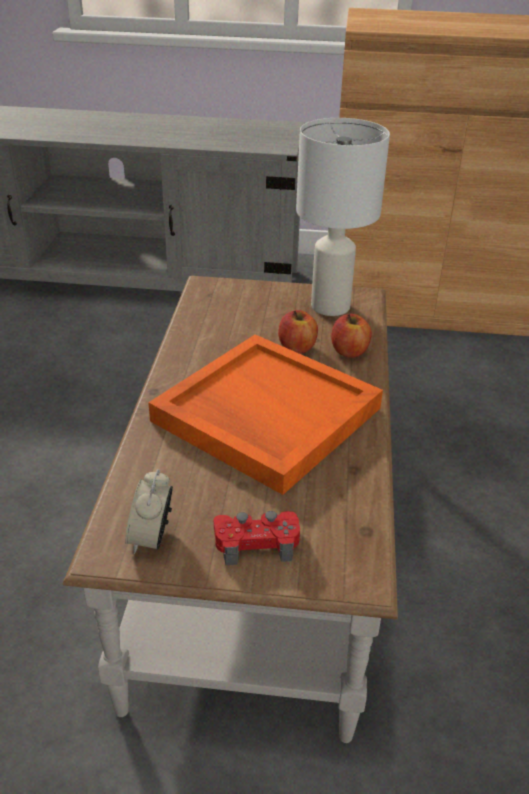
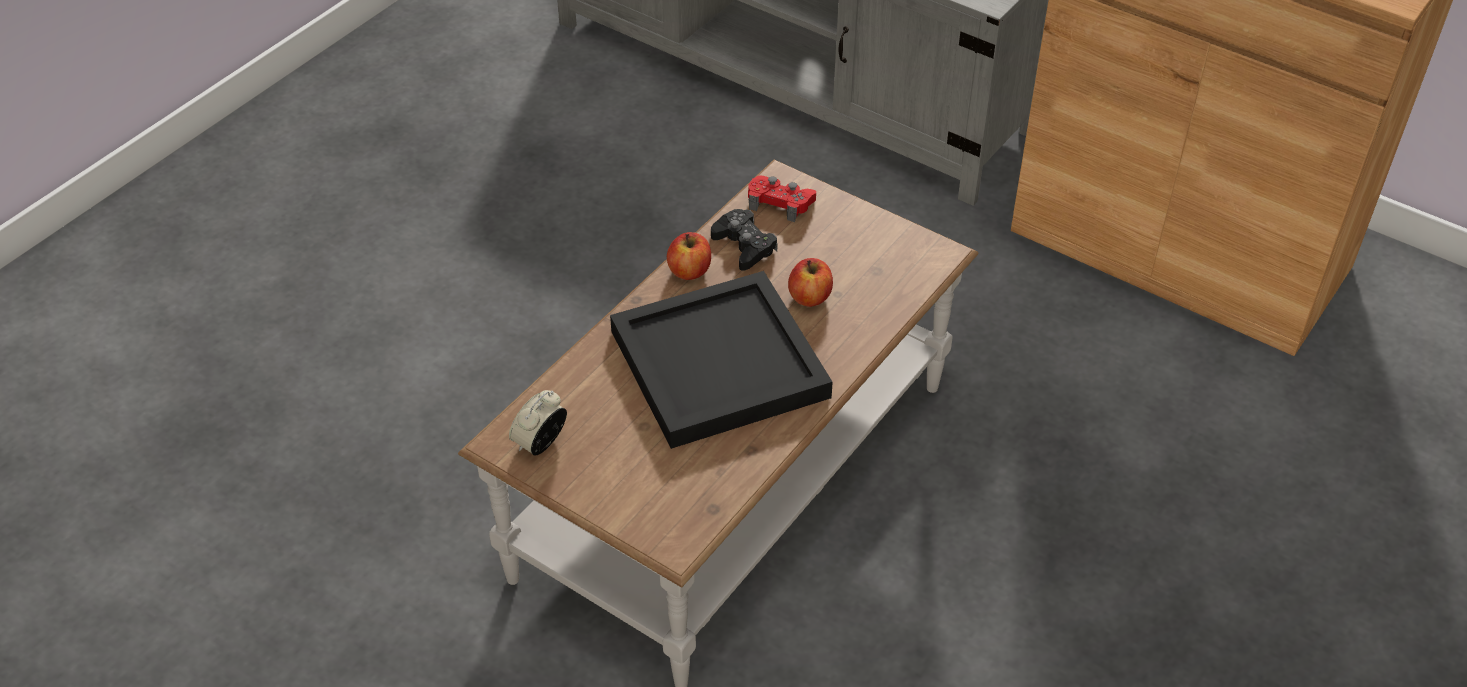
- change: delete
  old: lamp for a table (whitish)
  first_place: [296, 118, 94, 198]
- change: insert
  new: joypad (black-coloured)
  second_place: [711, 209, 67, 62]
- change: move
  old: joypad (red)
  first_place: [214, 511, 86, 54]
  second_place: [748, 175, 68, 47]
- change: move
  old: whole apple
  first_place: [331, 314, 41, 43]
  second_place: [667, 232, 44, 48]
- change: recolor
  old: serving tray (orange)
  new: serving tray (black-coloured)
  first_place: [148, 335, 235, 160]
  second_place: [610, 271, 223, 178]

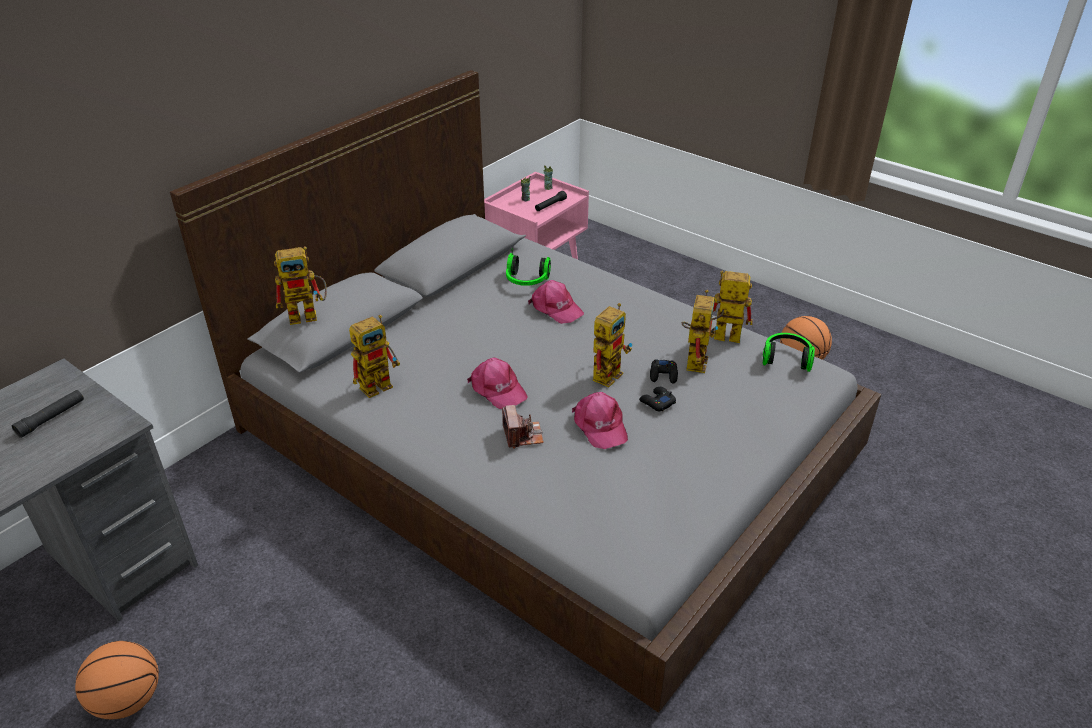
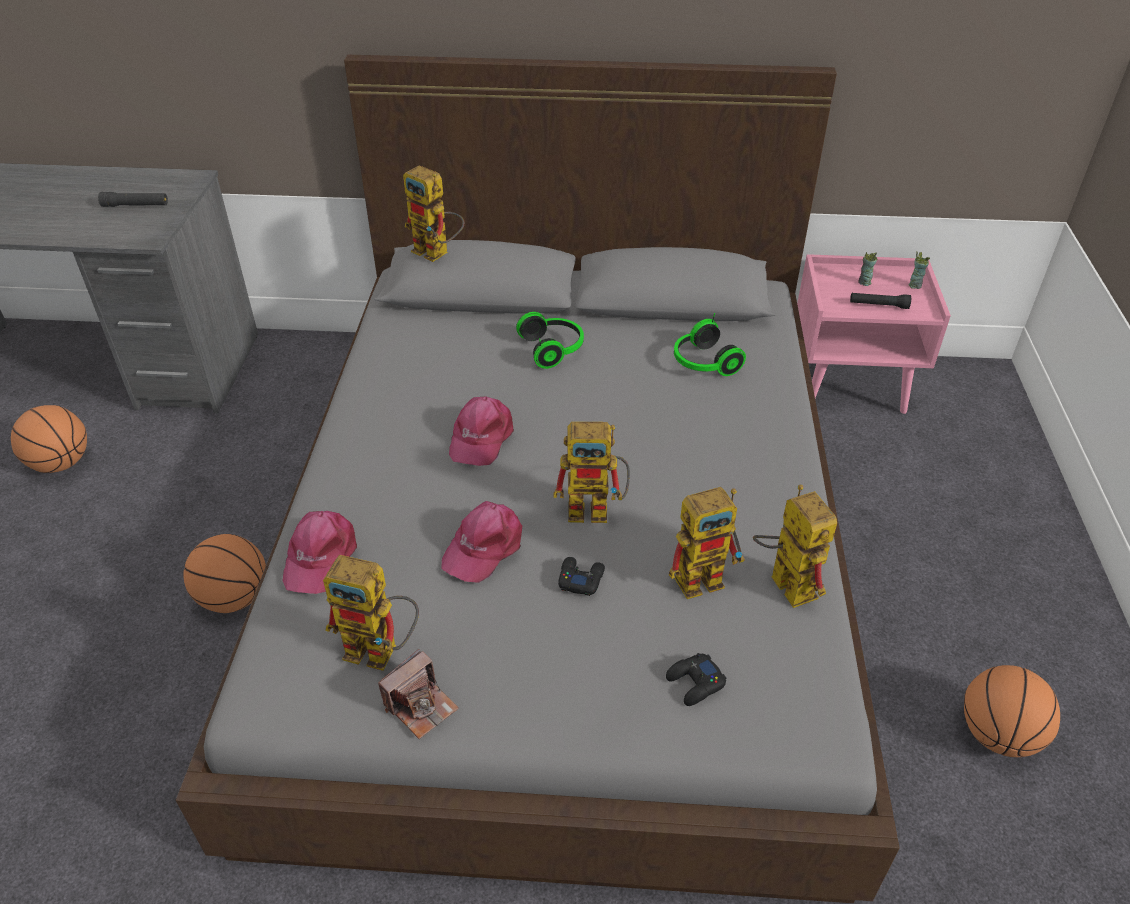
- change: insert
  new: basketball
  second_place: [183, 534, 83, 79]
- change: move
  old: toy robot
  first_place: [349, 315, 51, 83]
  second_place: [323, 555, 96, 116]
- change: move
  old: photo camera
  first_place: [502, 405, 42, 44]
  second_place: [378, 649, 81, 90]
- change: move
  old: baseball cap (pink)
  first_place: [528, 280, 56, 44]
  second_place: [283, 511, 74, 83]
- change: move
  old: joypad (black-coloured)
  first_place: [650, 359, 28, 25]
  second_place: [666, 653, 61, 53]
- change: move
  old: headphones
  first_place: [763, 333, 52, 39]
  second_place: [516, 312, 68, 57]

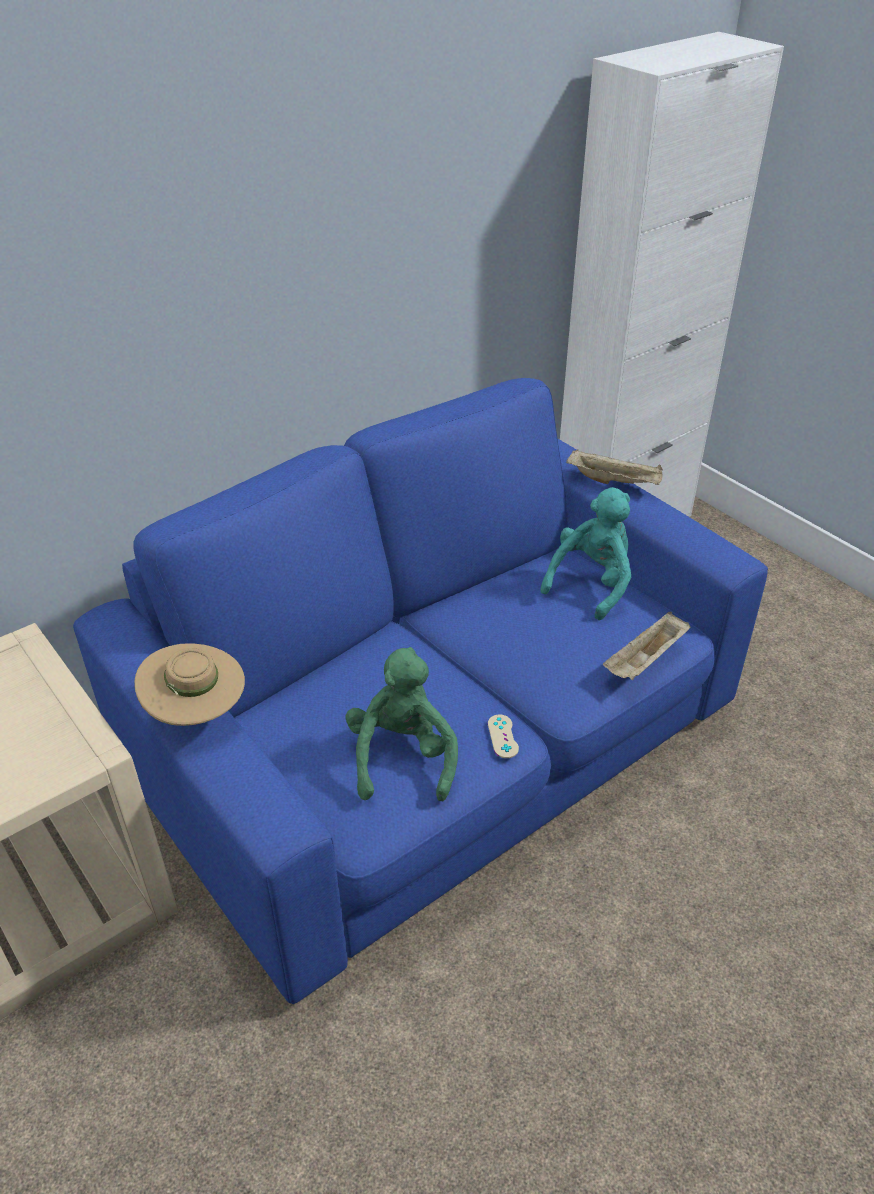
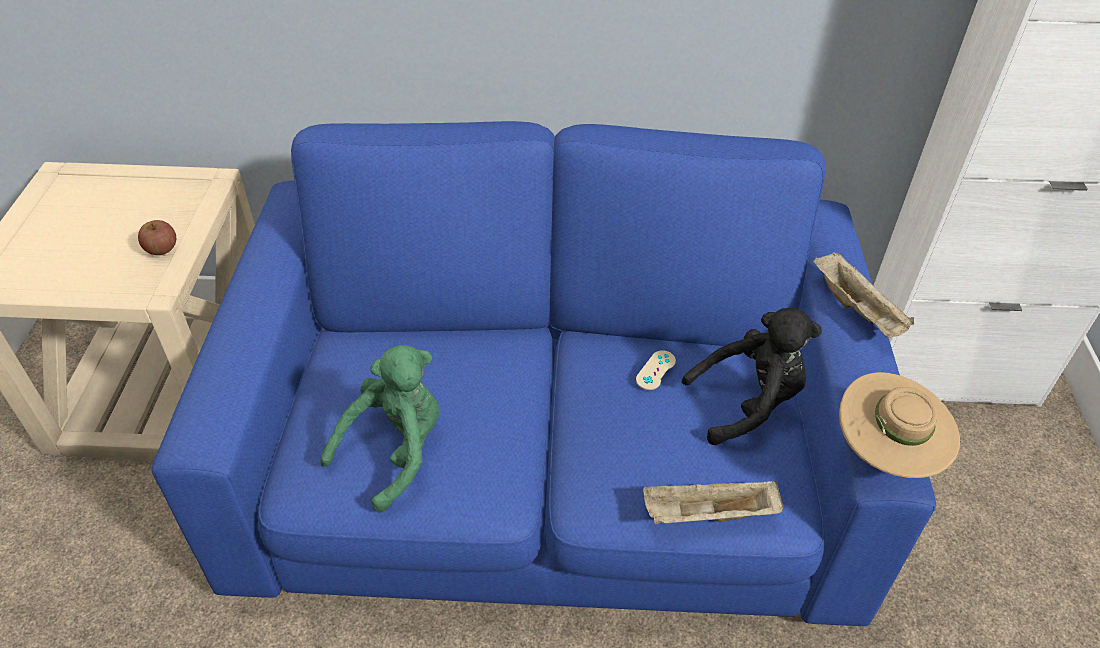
- change: insert
  new: whole apple
  second_place: [138, 220, 38, 35]
- change: move
  old: clothing hat (beige)
  first_place: [134, 644, 111, 82]
  second_place: [839, 372, 121, 106]
- change: move
  old: joypad (beige)
  first_place: [488, 715, 31, 43]
  second_place: [636, 350, 40, 40]
- change: recolor
  old: plush toy (blue-green)
  new: plush toy (black-coloured)
  first_place: [540, 487, 91, 133]
  second_place: [682, 308, 140, 137]

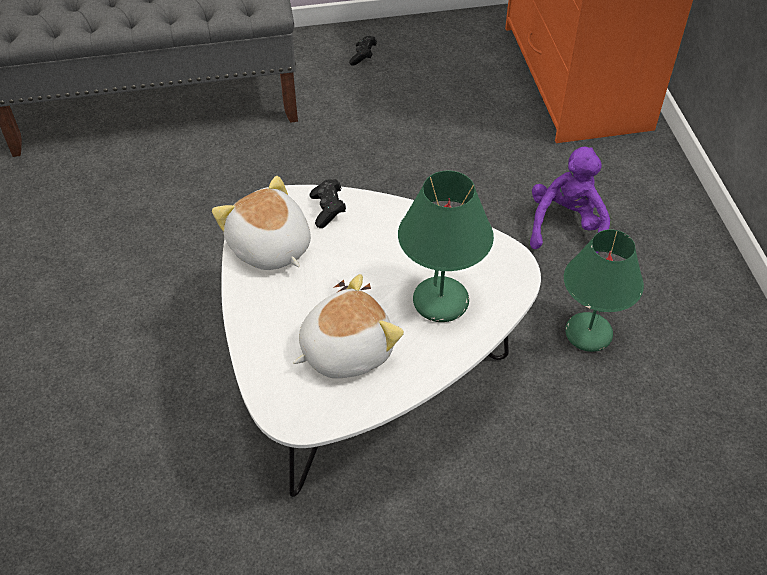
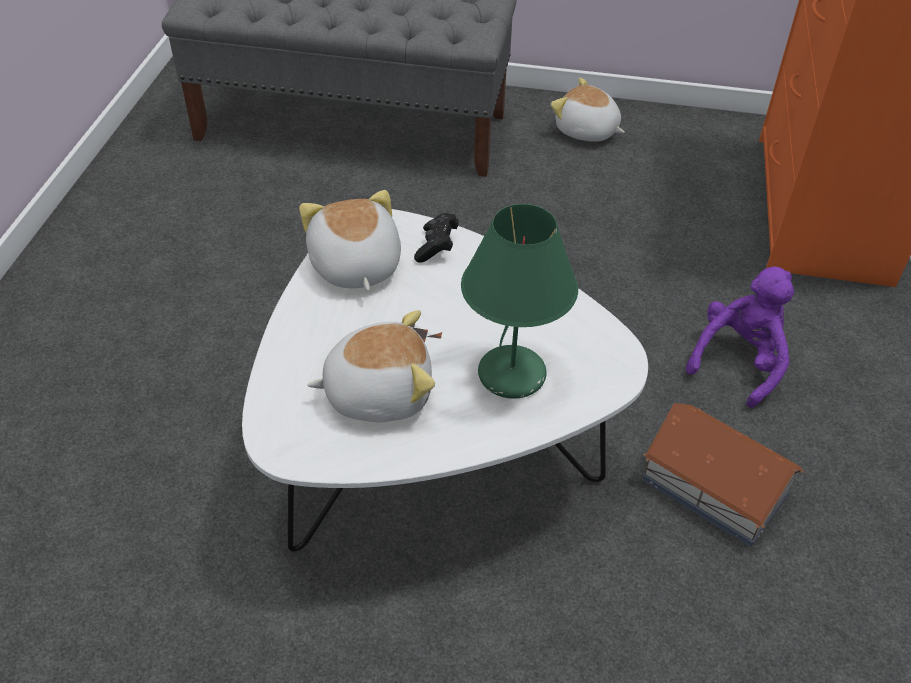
- change: replace
  old: joypad (black-coloured)
  new: plush toy
  first_place: [349, 36, 28, 30]
  second_place: [551, 78, 74, 64]
- change: replace
  old: lamp for a table (green-coloured)
  new: model house
  first_place: [564, 229, 80, 123]
  second_place: [642, 403, 162, 144]

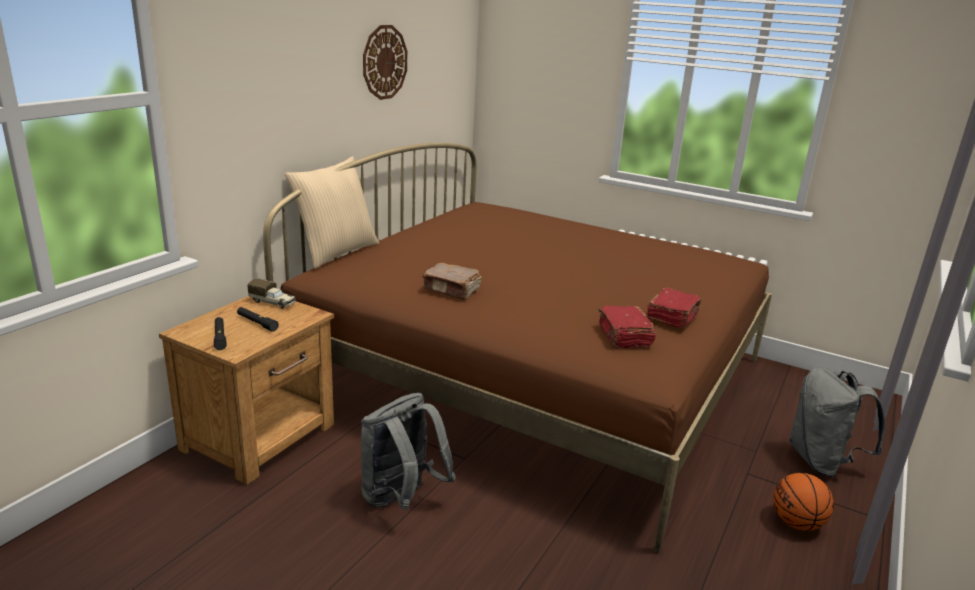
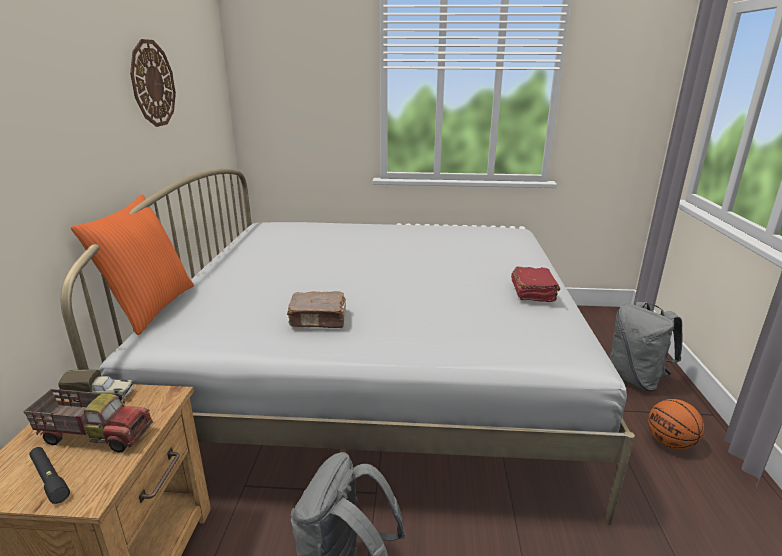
- change: delete
  old: book (red)
  first_place: [598, 306, 58, 42]
- change: replace
  old: hand torch (black-coloured)
  new: model truck
  first_place: [237, 307, 42, 25]
  second_place: [23, 389, 130, 64]
- change: recolor
  old: sleeping bed (brown)
  new: sleeping bed (whitish)
  first_place: [263, 143, 509, 410]
  second_place: [61, 168, 574, 357]
- change: recolor
  old: cushion (beige)
  new: cushion (orange)
  first_place: [285, 156, 94, 113]
  second_place: [71, 194, 123, 141]

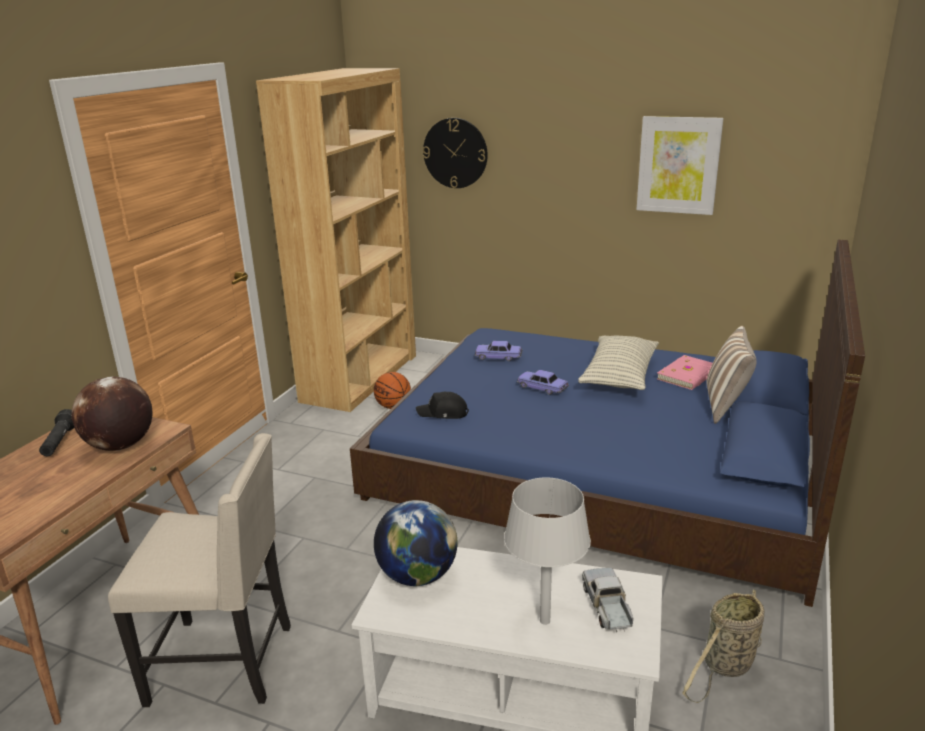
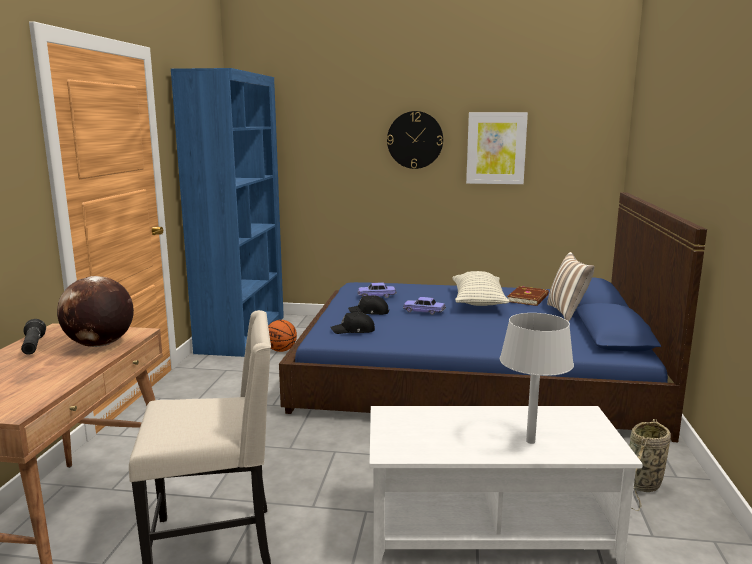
- change: delete
  old: globe
  first_place: [374, 500, 84, 86]
- change: delete
  old: model truck
  first_place: [582, 568, 51, 64]
- change: insert
  new: baseball cap (black-coloured)
  second_place: [348, 295, 41, 20]
- change: move
  old: wall clock
  first_place: [423, 118, 65, 70]
  second_place: [387, 111, 56, 58]
- change: recolor
  old: bookshelf (brown)
  new: bookshelf (blue)
  first_place: [256, 68, 160, 344]
  second_place: [171, 68, 113, 289]
- change: recolor
  old: book (pink)
  new: book (brown)
  first_place: [657, 355, 56, 35]
  second_place: [507, 286, 42, 20]

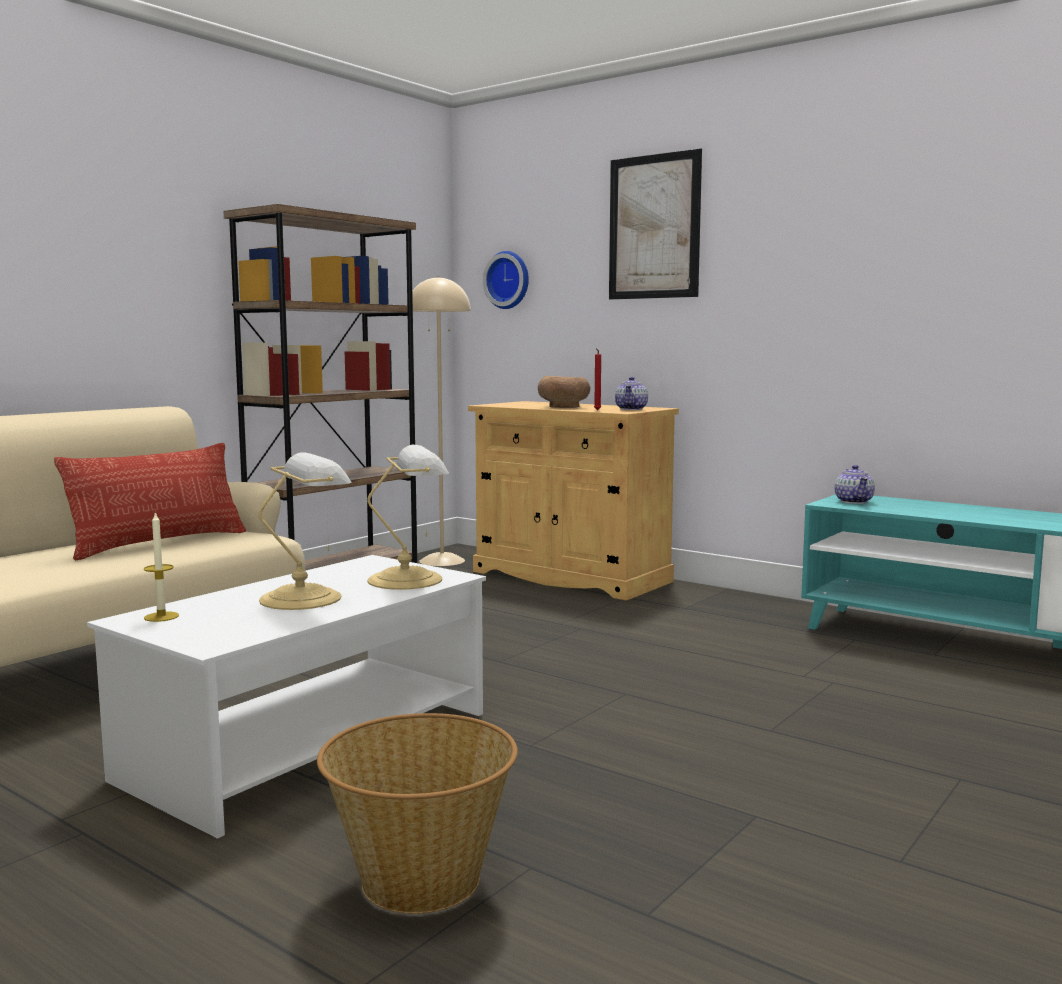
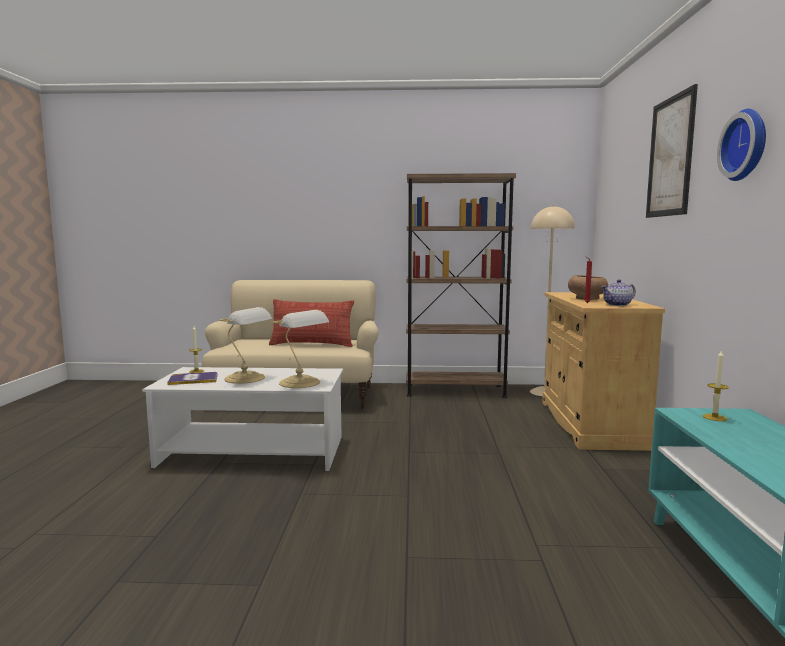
- change: delete
  old: basket
  first_place: [317, 713, 201, 201]
- change: insert
  new: book
  second_place: [167, 372, 51, 13]
- change: move
  old: wall clock
  first_place: [483, 251, 46, 58]
  second_place: [717, 109, 49, 72]
- change: replace
  old: teapot
  new: wax light
  first_place: [835, 465, 40, 39]
  second_place: [703, 351, 26, 70]

